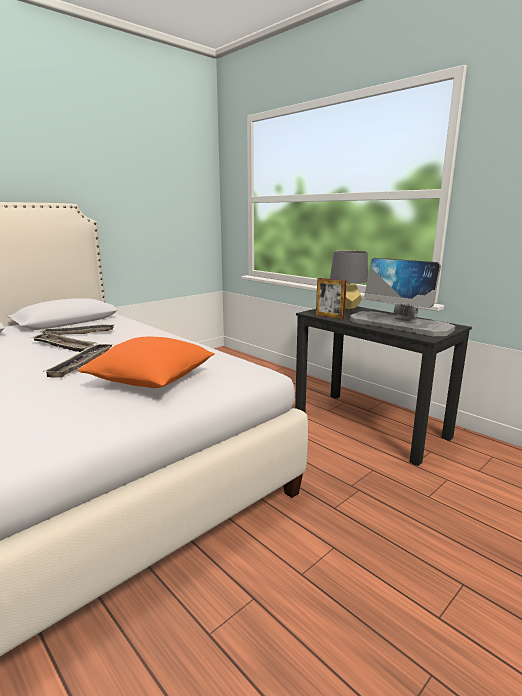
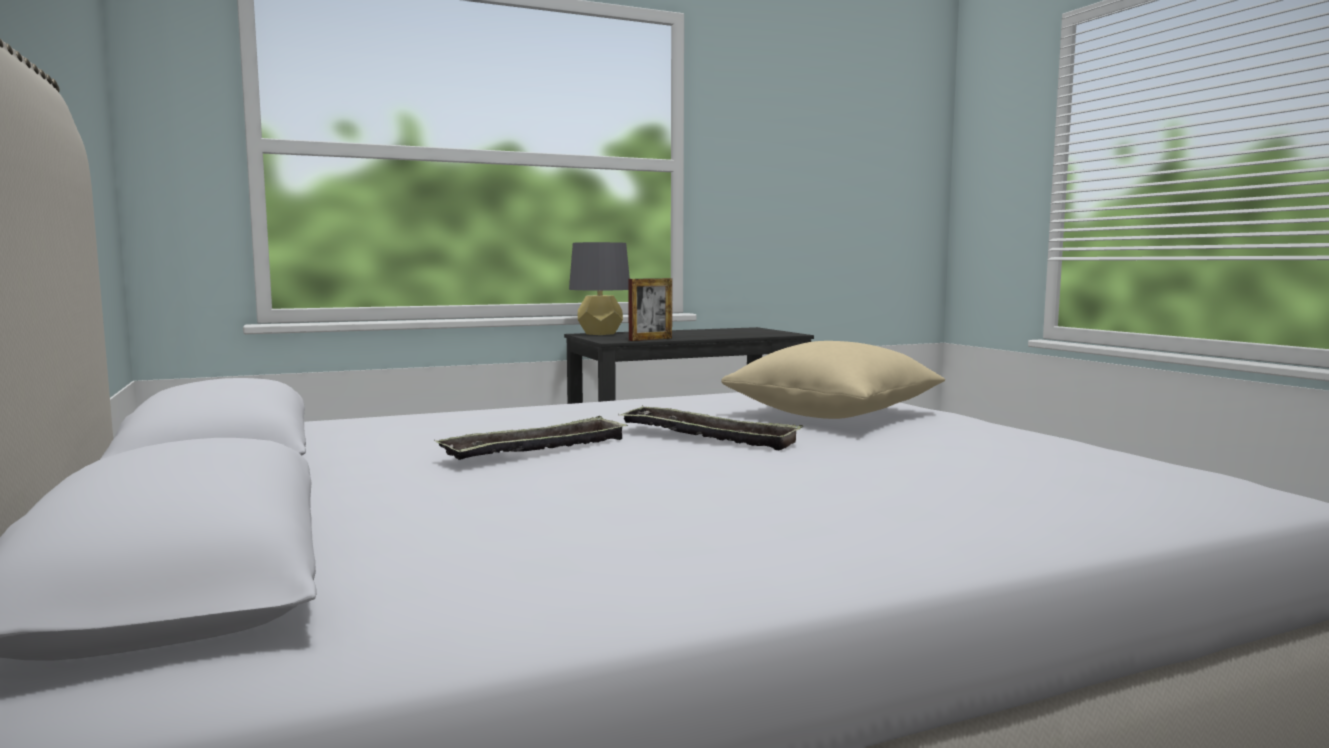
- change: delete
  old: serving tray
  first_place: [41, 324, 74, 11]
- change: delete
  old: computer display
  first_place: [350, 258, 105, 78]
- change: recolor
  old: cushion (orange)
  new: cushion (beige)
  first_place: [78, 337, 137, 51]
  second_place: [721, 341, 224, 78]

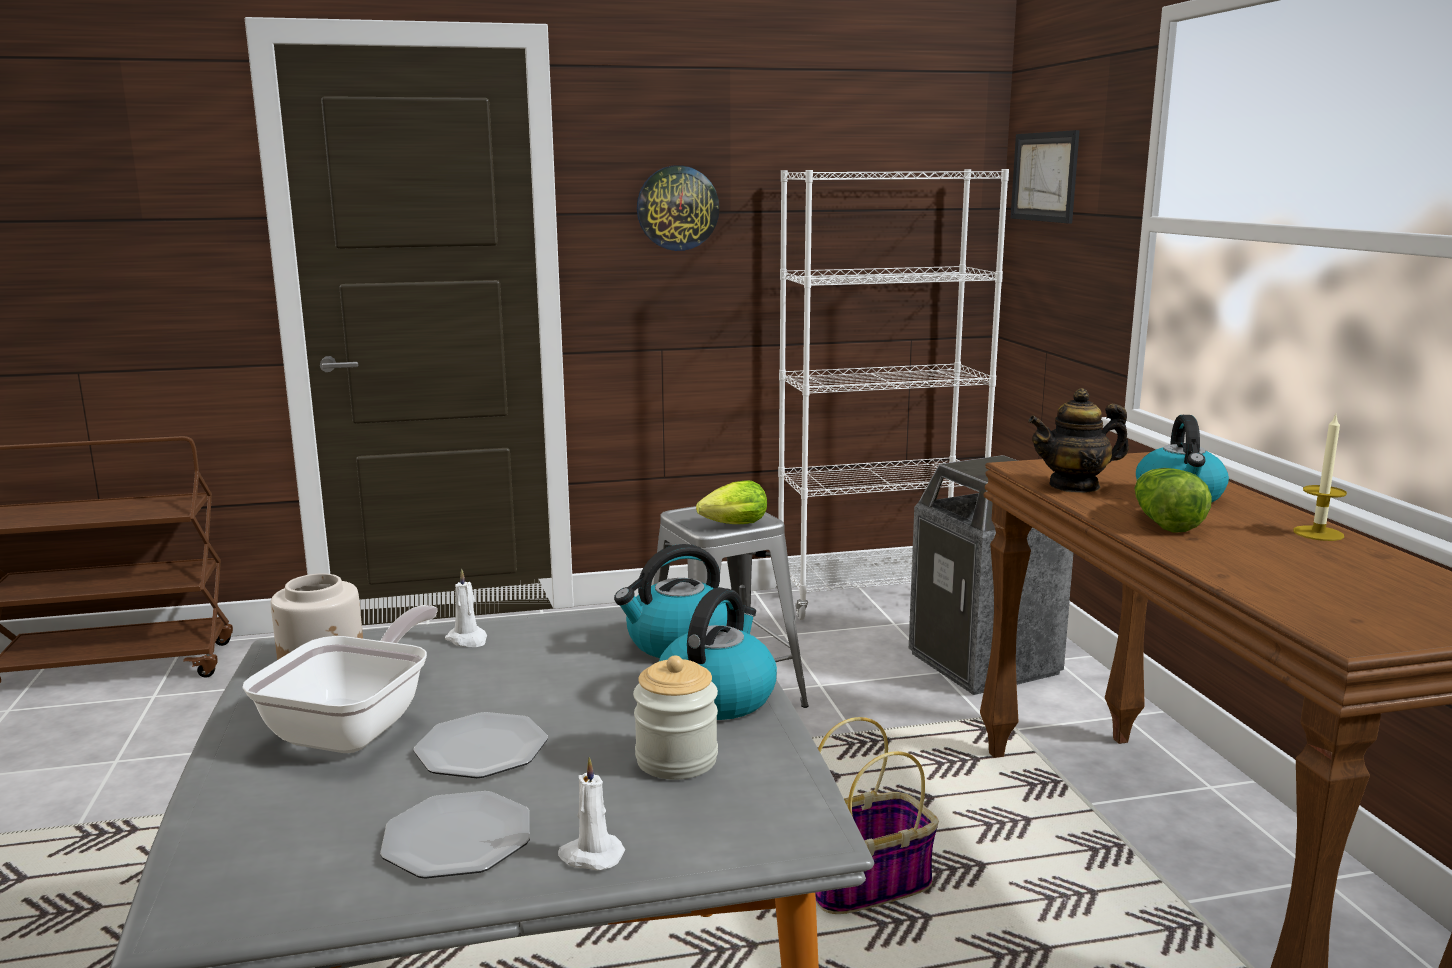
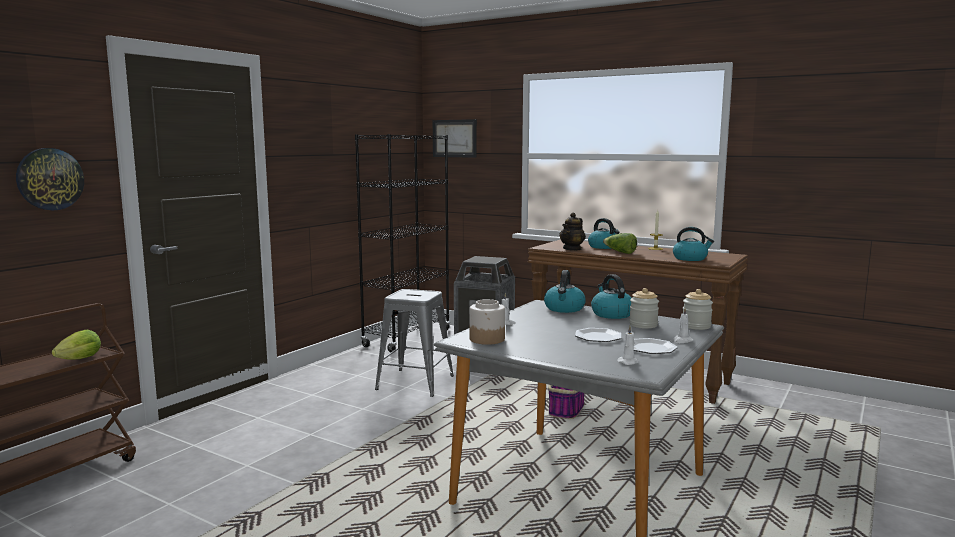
- change: delete
  old: skillet
  first_place: [242, 605, 196, 148]
- change: insert
  new: wax light (whitish)
  second_place: [617, 326, 22, 39]
- change: insert
  new: kettle
  second_place: [673, 227, 41, 34]
- change: insert
  new: preserve jar
  second_place: [683, 289, 30, 41]
- change: move
  old: wall clock
  first_place: [637, 166, 82, 85]
  second_place: [16, 148, 68, 62]
- change: move
  old: head of lettuce
  first_place: [696, 480, 71, 44]
  second_place: [52, 329, 49, 31]
- change: recolor
  old: bookshelf (whitish)
  new: bookshelf (black-coloured)
  first_place: [776, 169, 233, 451]
  second_place: [355, 134, 95, 218]

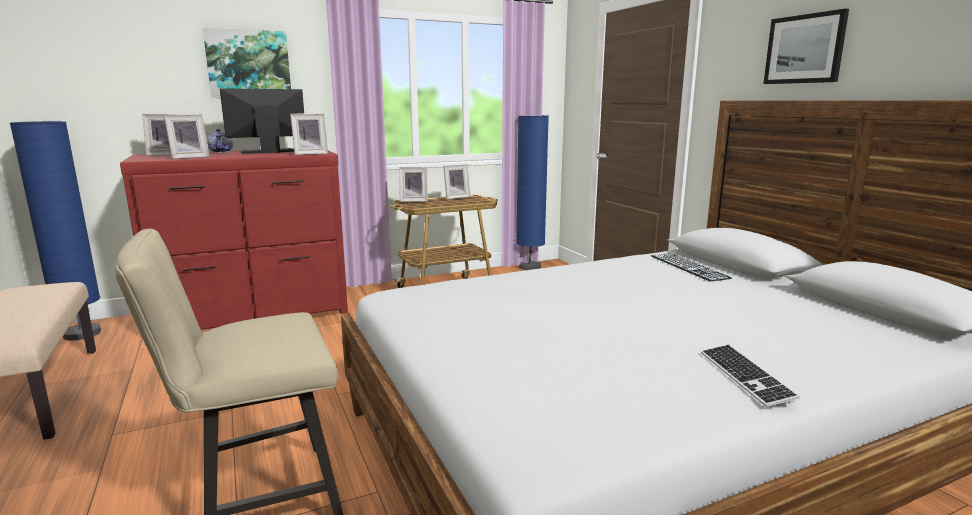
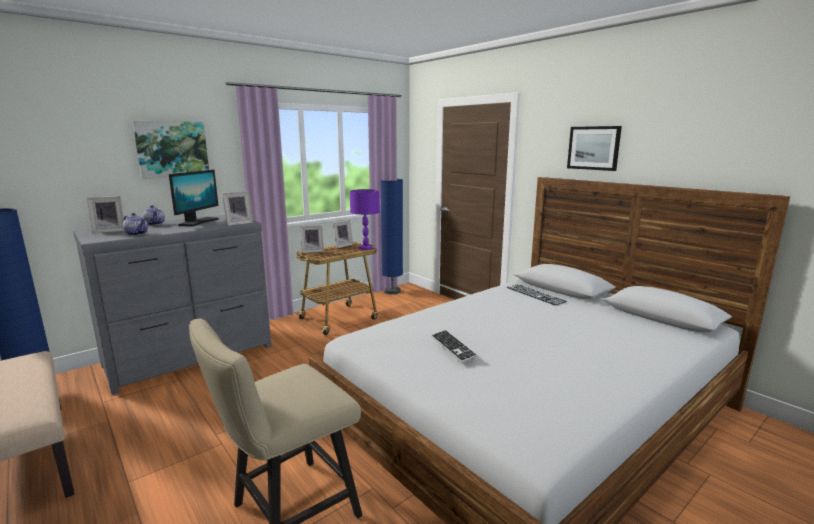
- change: insert
  new: lamp for a table (purple)
  second_place: [350, 189, 30, 61]
- change: move
  old: PC keyboard
  first_place: [701, 345, 99, 62]
  second_place: [431, 330, 47, 33]
- change: replace
  old: standing frame
  new: teapot
  first_place: [164, 114, 45, 45]
  second_place: [123, 213, 25, 23]
- change: recolor
  old: dresser (red)
  new: dresser (gray)
  first_place: [120, 150, 228, 180]
  second_place: [73, 215, 198, 180]
- change: rotate
  old: computer display
  first_place: [220, 88, 84, 66]
  second_place: [169, 170, 50, 56]
  degrees: 150

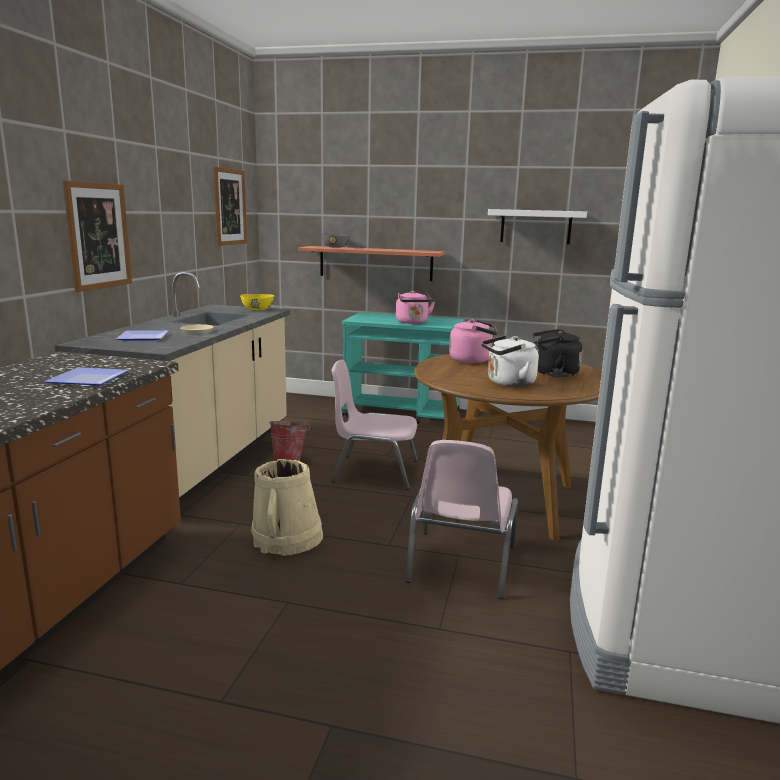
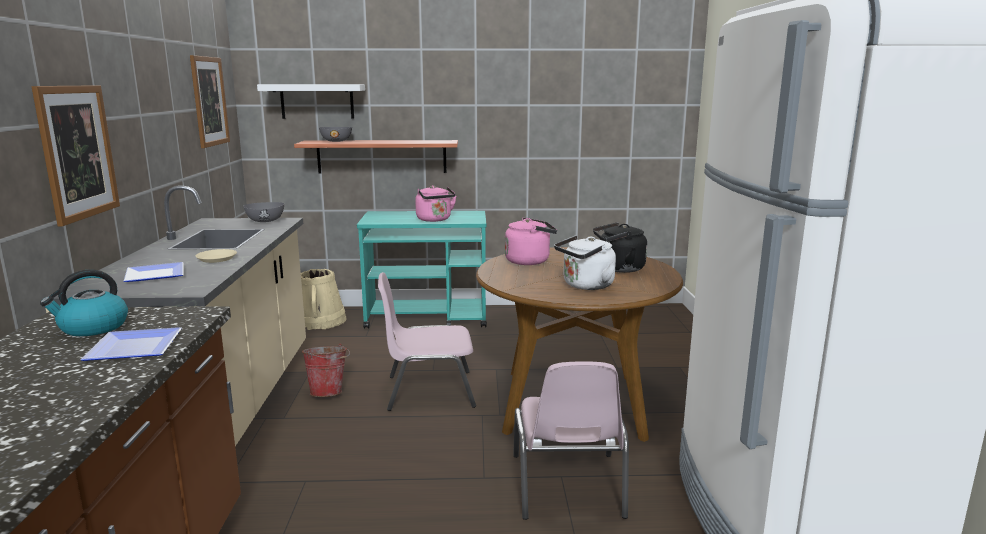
- change: insert
  new: kettle
  second_place: [40, 269, 88, 67]
- change: move
  old: bucket (beige)
  first_place: [251, 459, 72, 97]
  second_place: [301, 269, 46, 61]
- change: move
  old: shelf (whitish)
  first_place: [488, 209, 99, 36]
  second_place: [257, 84, 108, 35]
- change: recolor
  old: deep dish (yellowish)
  new: deep dish (gray)
  first_place: [240, 294, 34, 16]
  second_place: [243, 202, 41, 20]

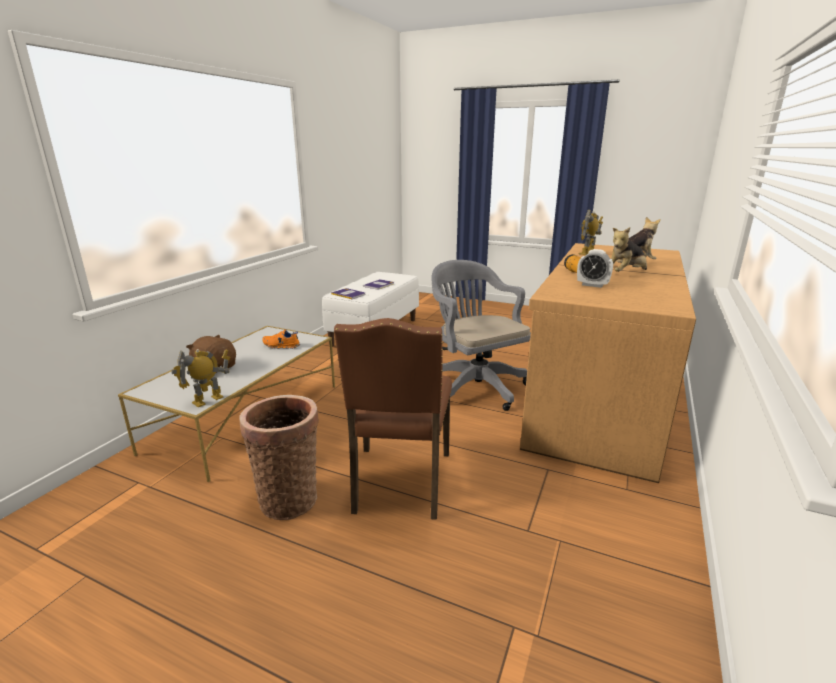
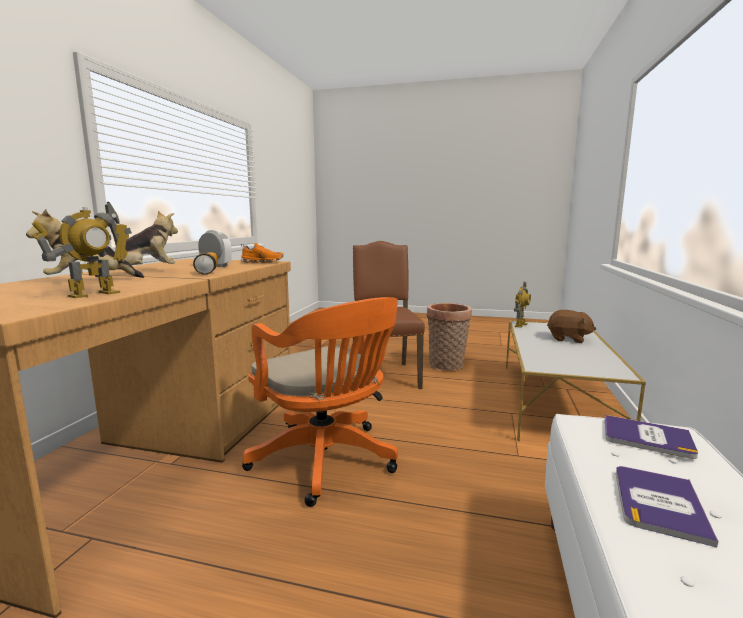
- change: move
  old: shoe (orange)
  first_place: [262, 329, 38, 20]
  second_place: [241, 243, 42, 20]
- change: recolor
  old: desk chair (gray)
  new: desk chair (orange)
  first_place: [431, 260, 100, 151]
  second_place: [242, 297, 156, 210]

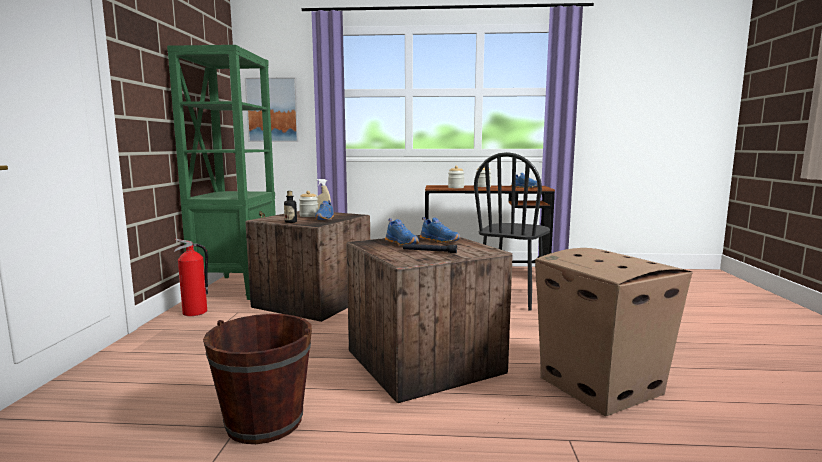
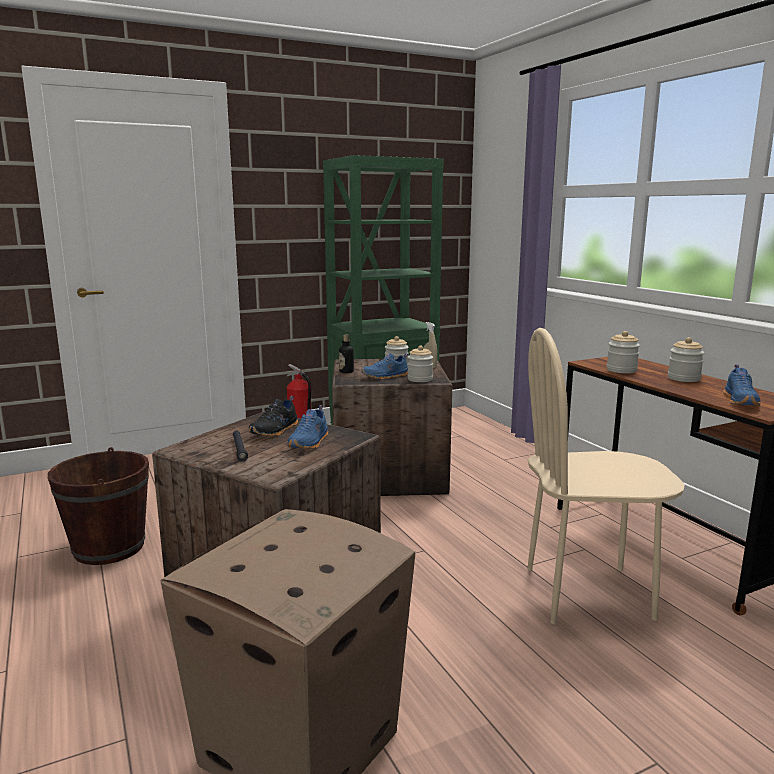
- change: delete
  old: wall picture
  first_place: [245, 77, 54, 65]
- change: insert
  new: preserve jar
  second_place: [407, 346, 26, 36]
- change: recolor
  old: shoe (blue)
  new: shoe (black-coloured)
  first_place: [385, 218, 34, 28]
  second_place: [249, 396, 49, 41]
- change: recolor
  old: upright chair (black-coloured)
  new: upright chair (beige)
  first_place: [474, 152, 76, 159]
  second_place: [528, 328, 157, 296]

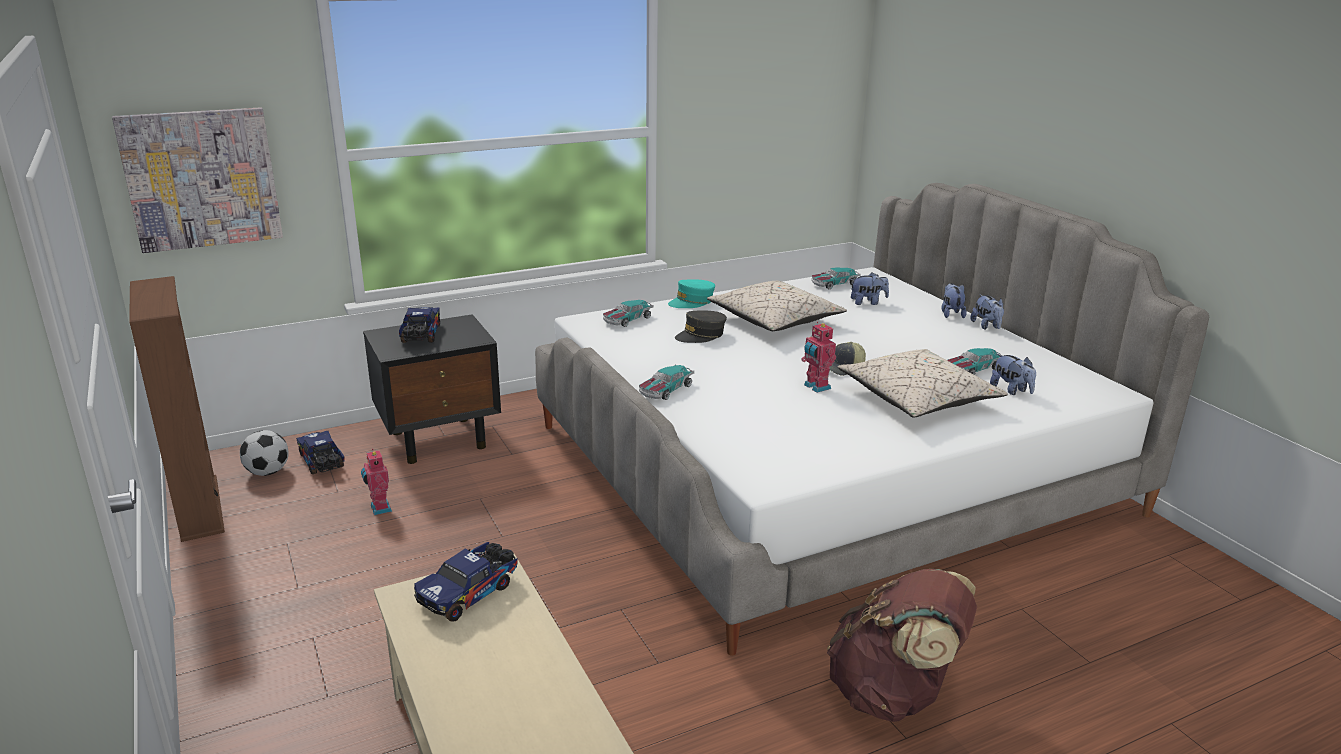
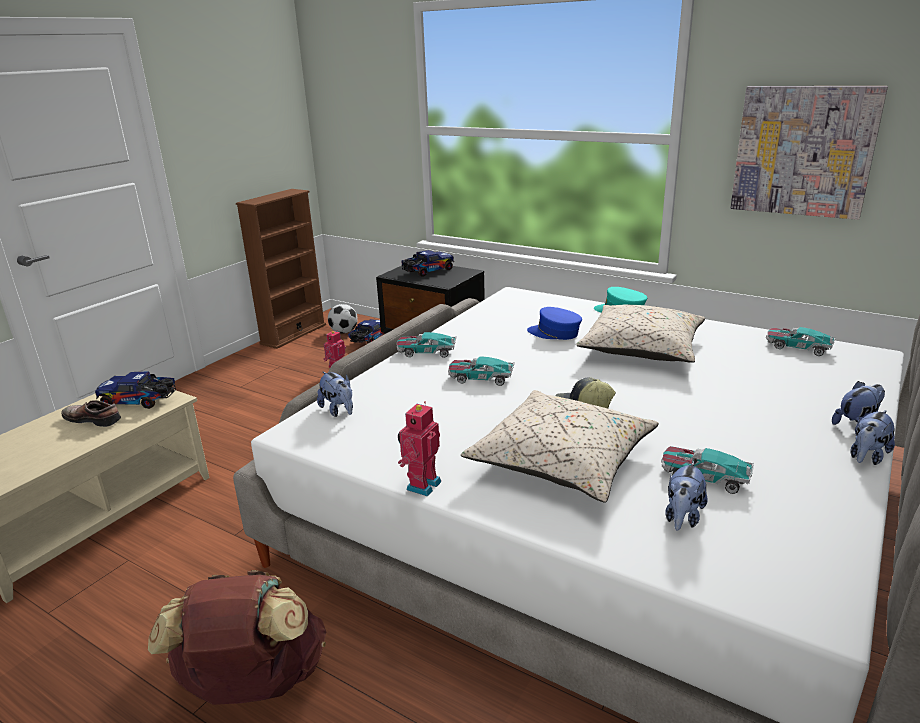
- change: insert
  new: shoe
  second_place: [62, 400, 59, 27]
- change: move
  old: wall picture
  first_place: [112, 107, 171, 146]
  second_place: [730, 86, 158, 134]
- change: move
  old: model car
  first_place: [603, 300, 51, 27]
  second_place: [448, 356, 66, 30]
- change: move
  old: toy robot
  first_place: [801, 322, 35, 71]
  second_place: [398, 402, 43, 94]
- change: move
  old: plush toy
  first_place: [850, 272, 39, 33]
  second_place: [317, 371, 36, 46]
- change: recolor
  old: baseball cap (gray)
  new: baseball cap (blue)
  first_place: [675, 310, 52, 33]
  second_place: [527, 307, 55, 33]

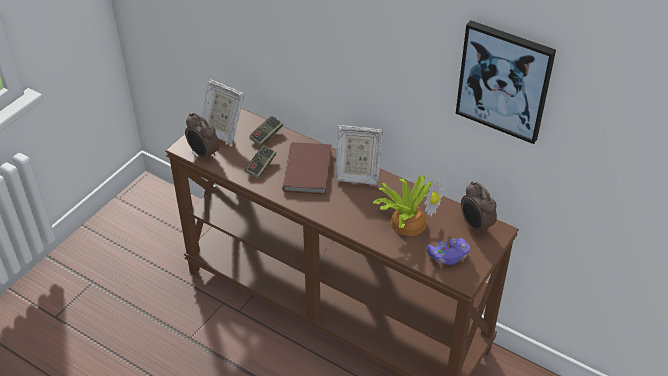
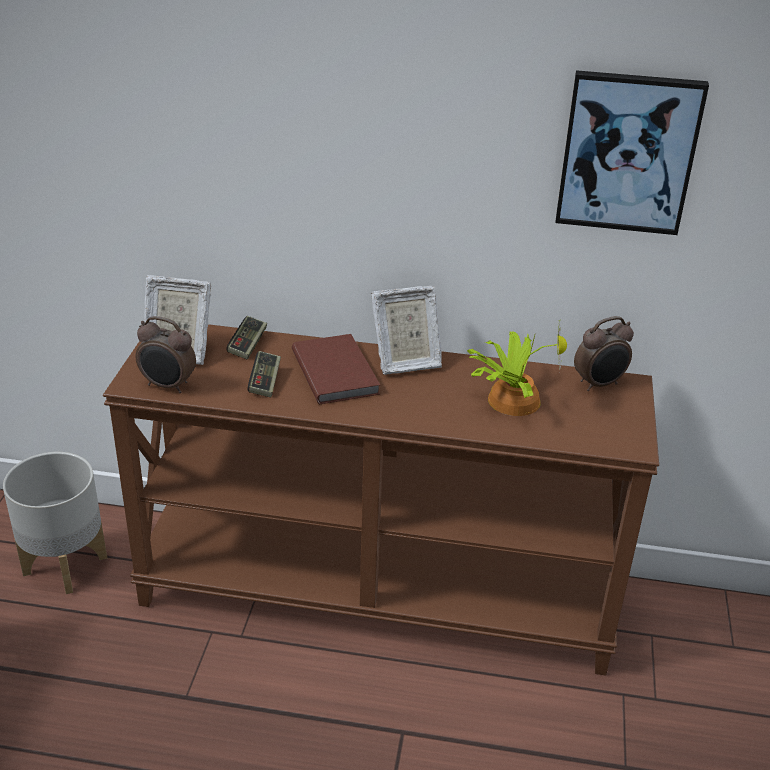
- change: delete
  old: joypad (purple)
  first_place: [427, 238, 43, 27]
- change: insert
  new: planter (gray)
  second_place: [3, 452, 104, 142]
- change: rotate
  old: bedside clock
  first_place: [461, 182, 36, 53]
  second_place: [574, 316, 60, 75]
  degrees: -60

